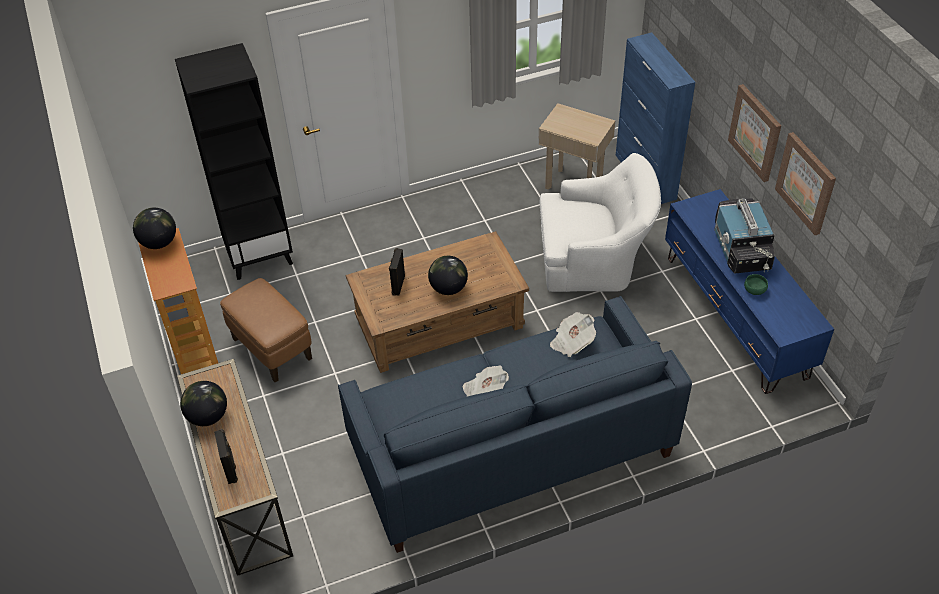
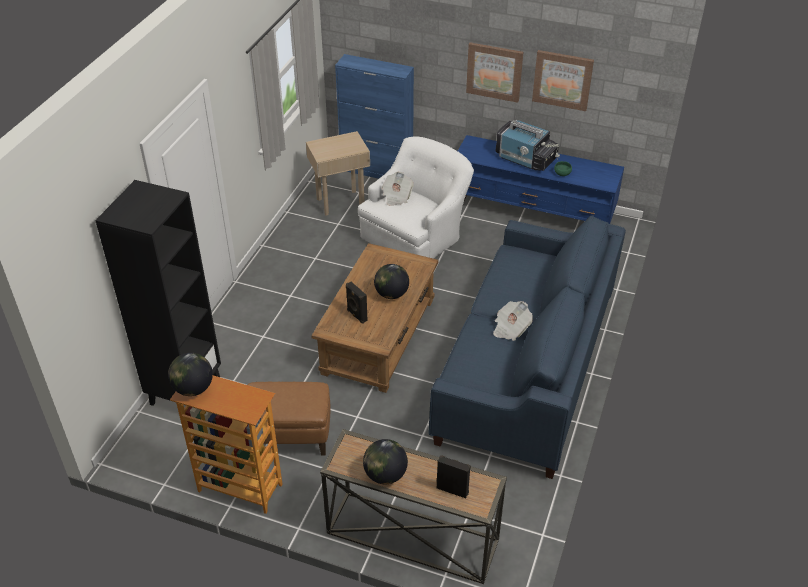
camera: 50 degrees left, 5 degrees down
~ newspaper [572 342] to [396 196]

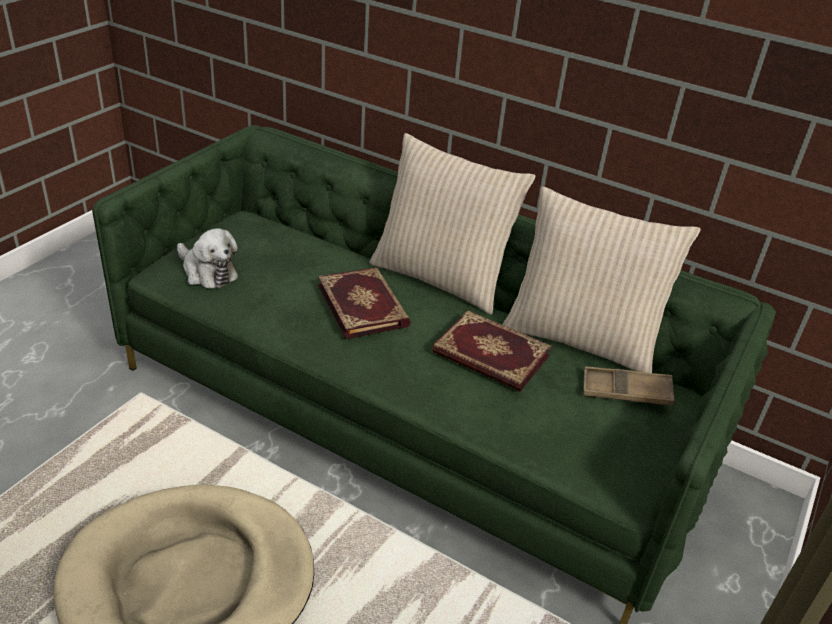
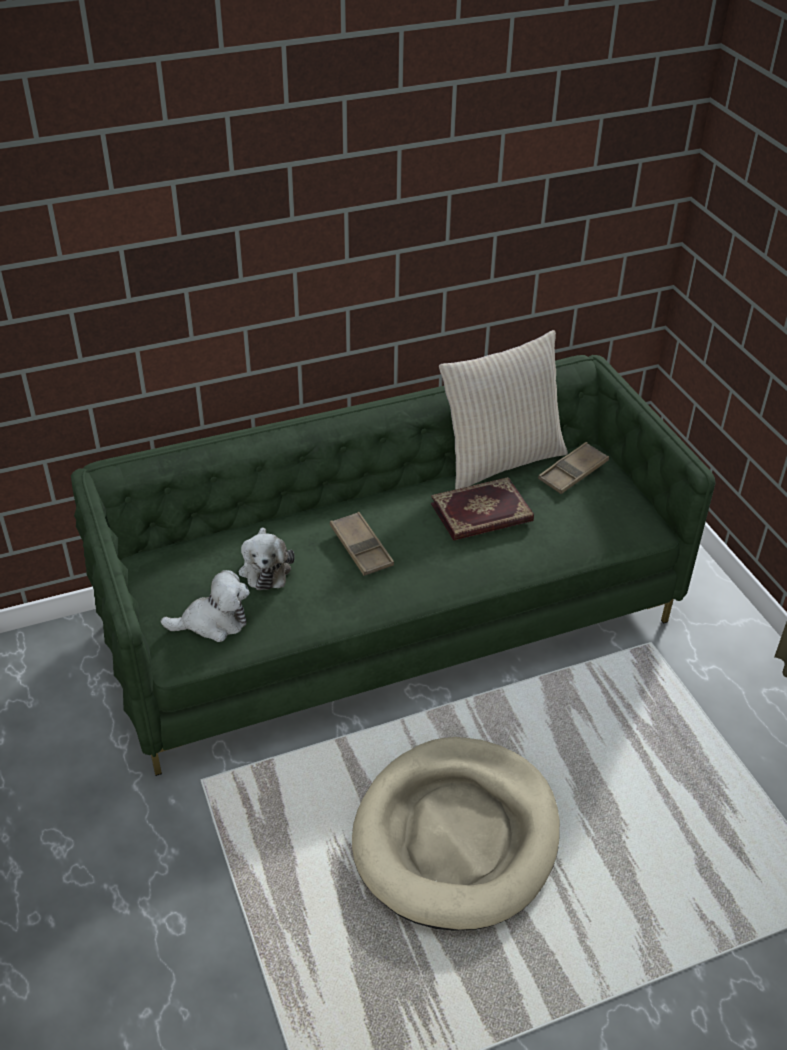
camera: 50 degrees left, 5 degrees up
~ bound book [364 305] to brownish tray [361 548]
- sand-coloured cushion [441 278]
+ soft toy [265 568]

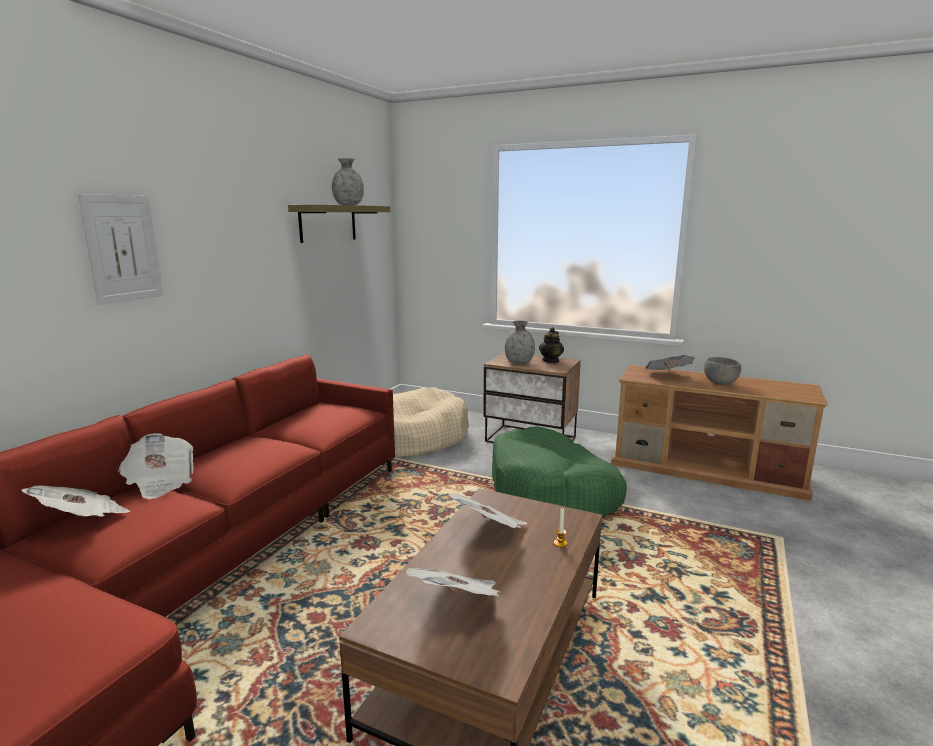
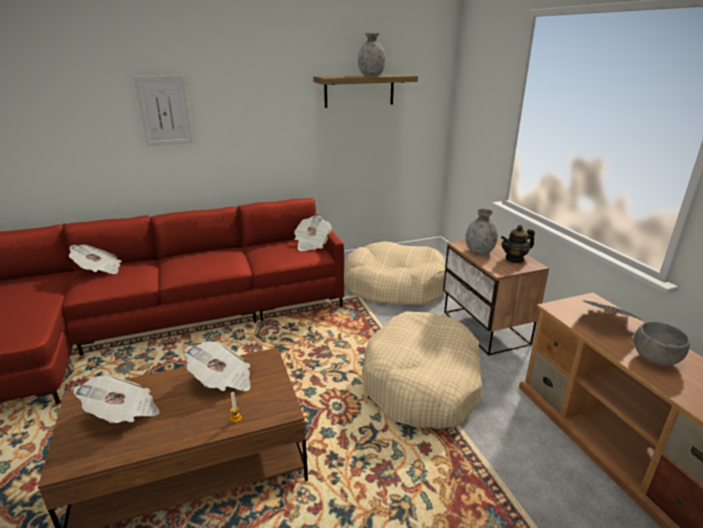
camera: 45 degrees right, 10 degrees up
~ newspaper [160 482] to [312 243]
~ green dog bed [552 491] to sand-coloured dog bed [422 382]

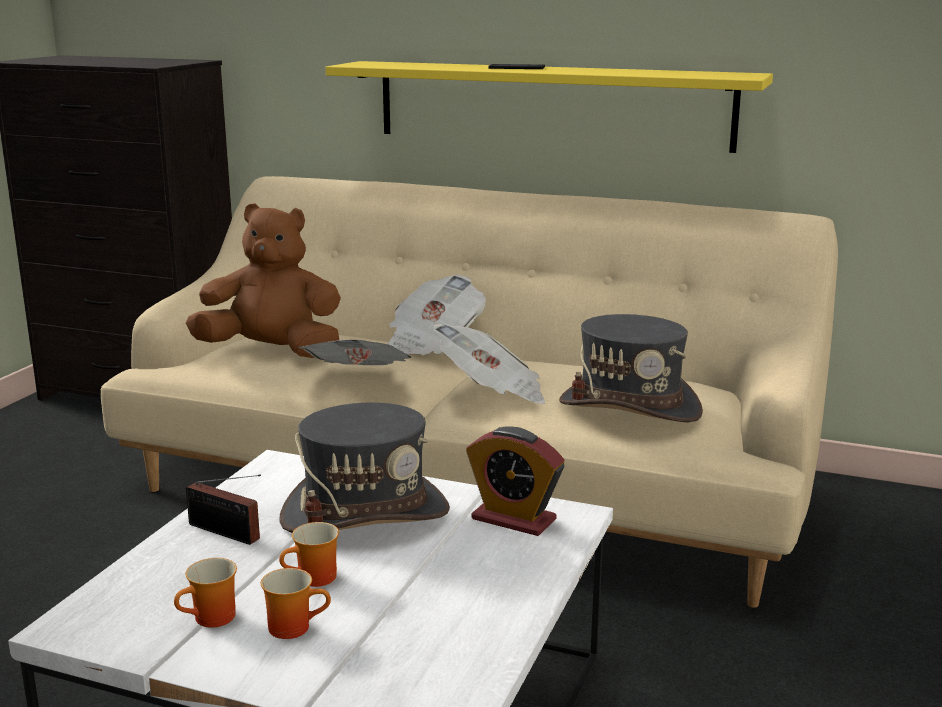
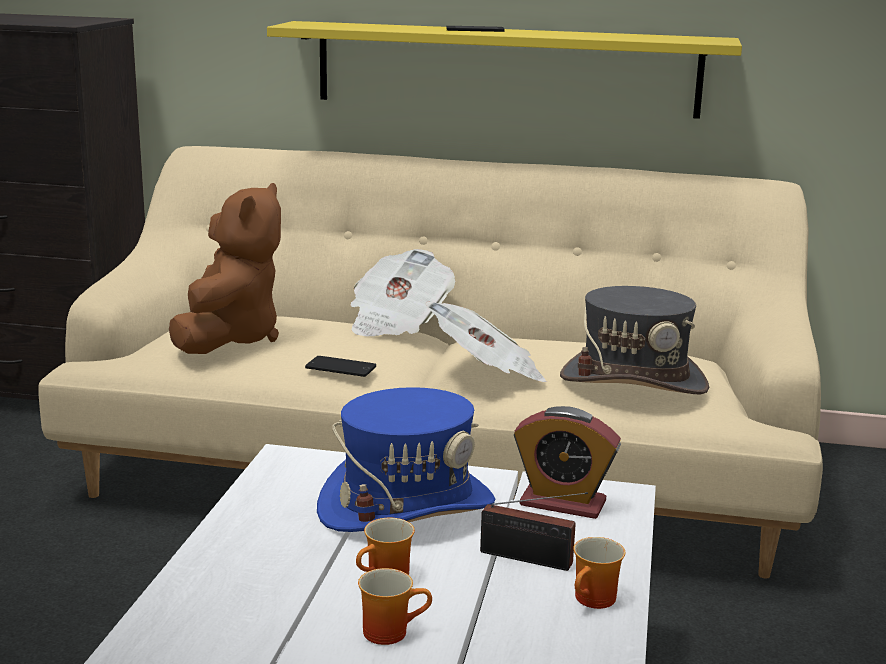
camera: 10 degrees left, 0 degrees up
~ mug [212 620] to [596 601]
~ brownish soft toy [272 352] = [230 338] 105 degrees clockwise
~ radio set [227 533] to [531 559]
~ grey hat [365 513] to blue hat [406 506]
~ newspaper [358 382] to telephone [340 367]

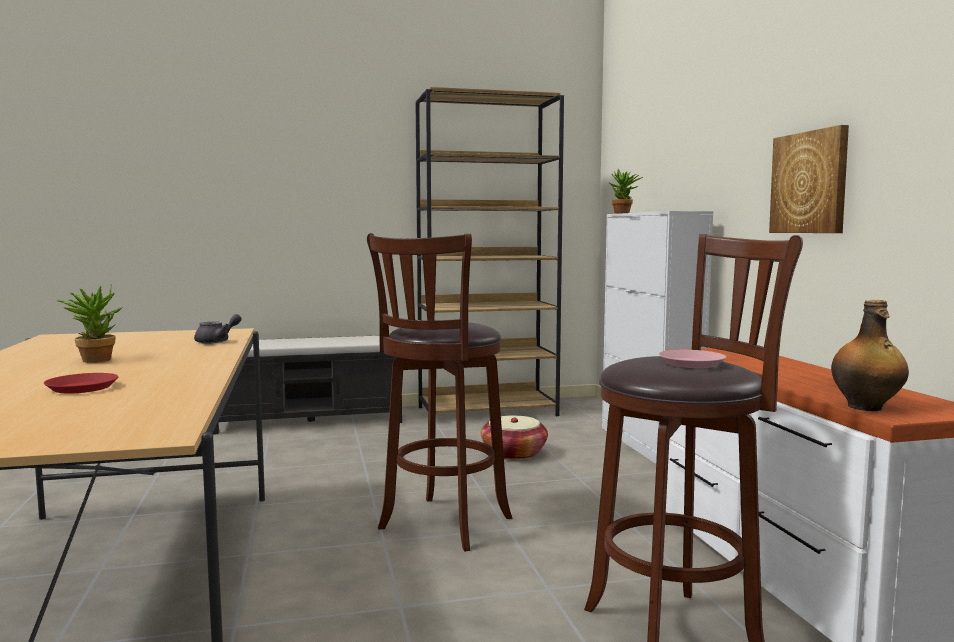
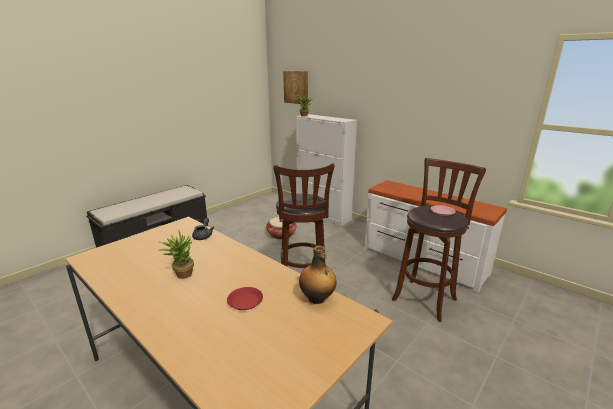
camera: 35 degrees left, 15 degrees up
- brownish bookcase [488 411]
~ wall picture [810 183] to [296 87]
~ drink bottle [866 407] to [317 299]

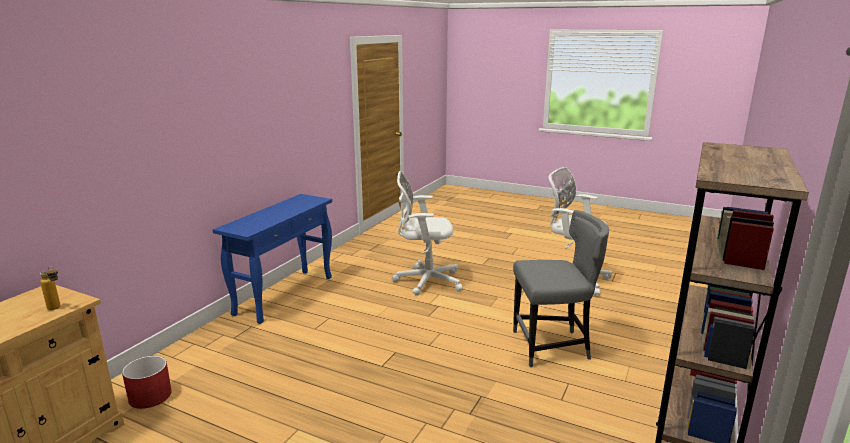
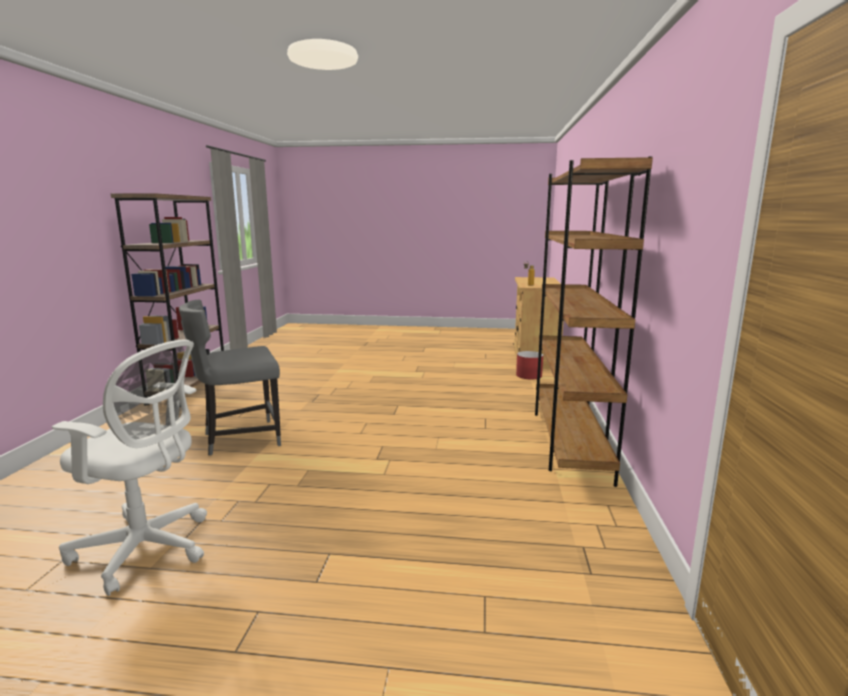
camera: 160 degrees right, 5 degrees down
~ blue narrow table [285 295] to brownish bookcase [569 441]
- white-coloured computer chair [425 281]

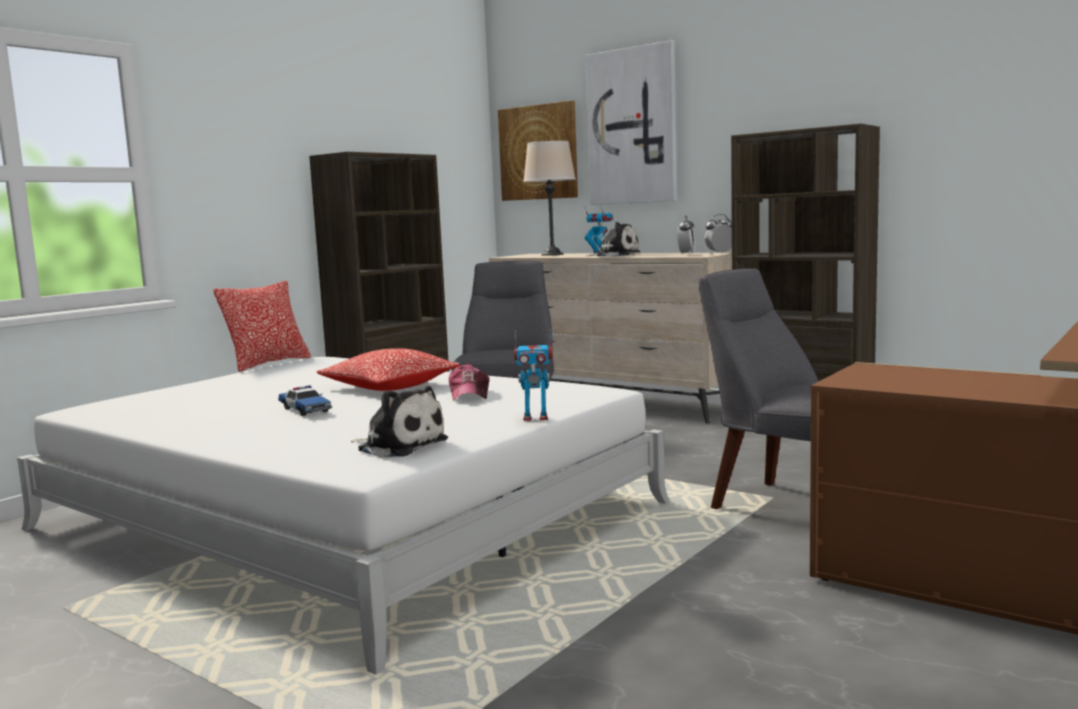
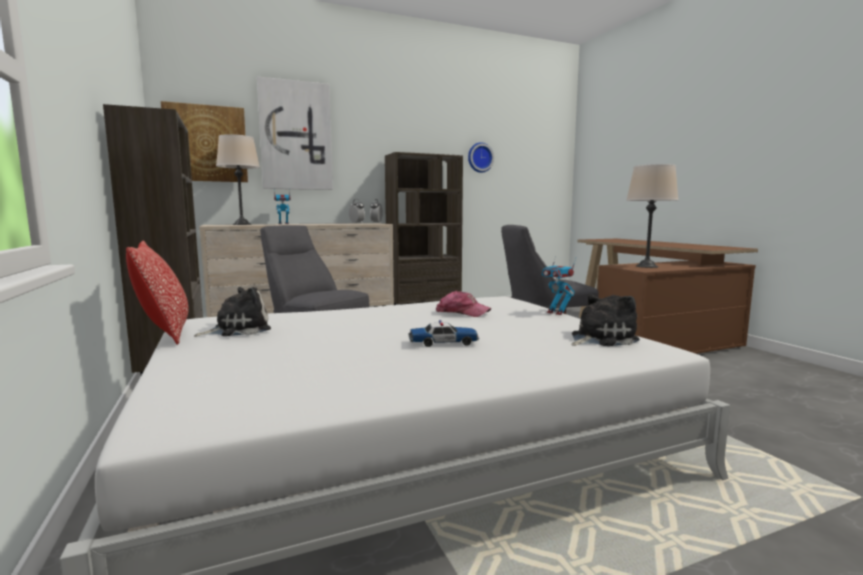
camera: 60 degrees left, 0 degrees up
- cushion [389 387]
~ model robot [535 417] = [557 312] 105 degrees clockwise
~ soft toy [615 255] to [238 329]
+ wall clock [479 157]
+ sand-coloured table lamp [647 266]

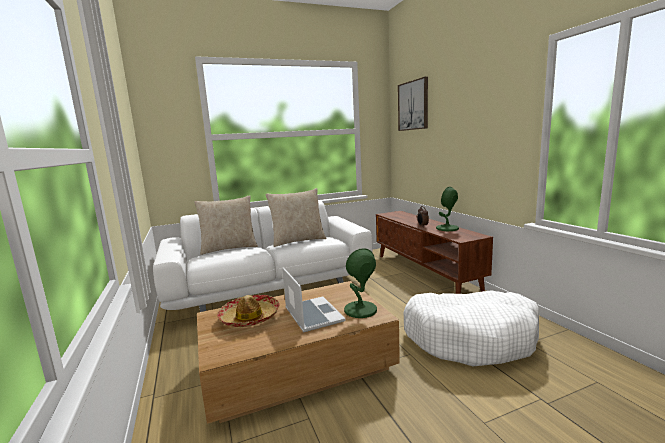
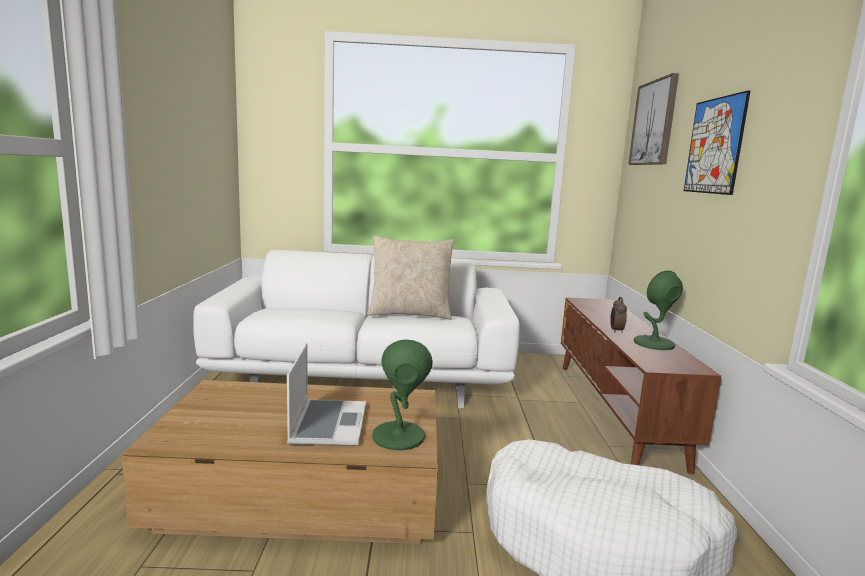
camera: 20 degrees right, 0 degrees up
- sand-coloured cushion [229 248]
- hat [249 317]
+ wall picture [714 146]

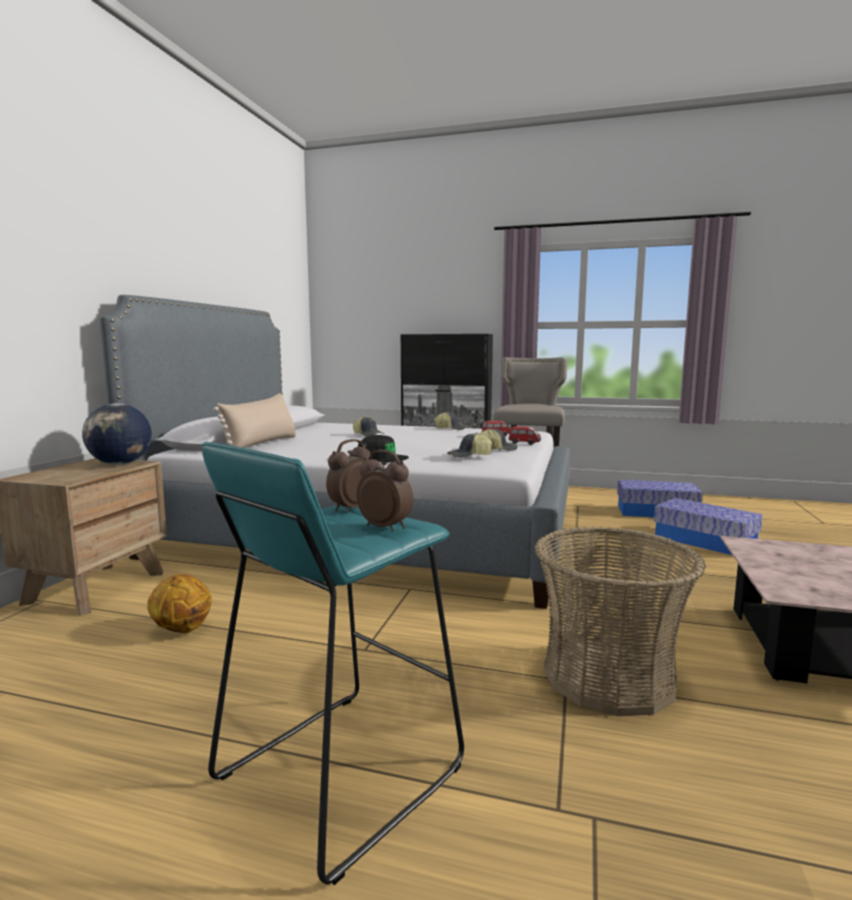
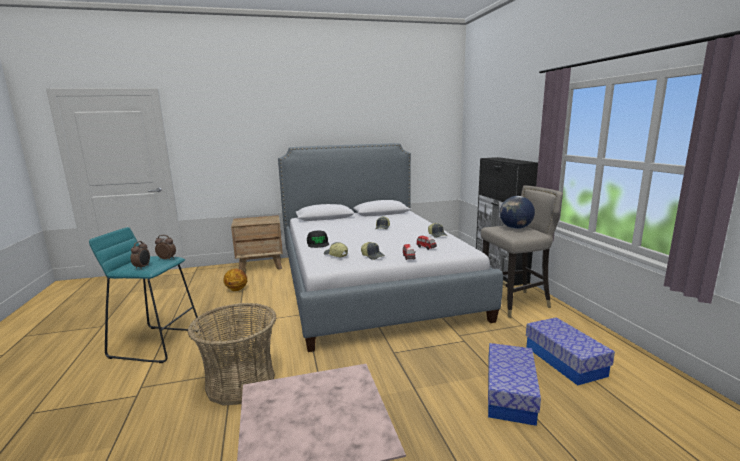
camera: 60 degrees right, 5 degrees up
~ globe [120 464] to [515 228]
- sand-coloured cushion [262 444]

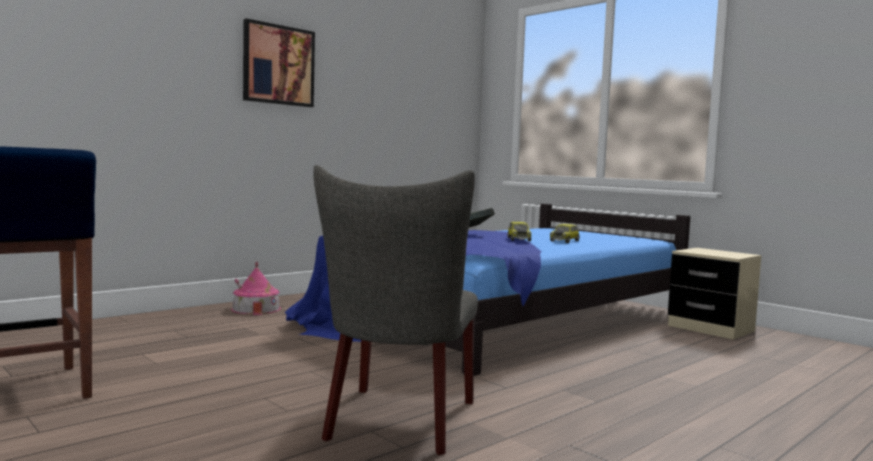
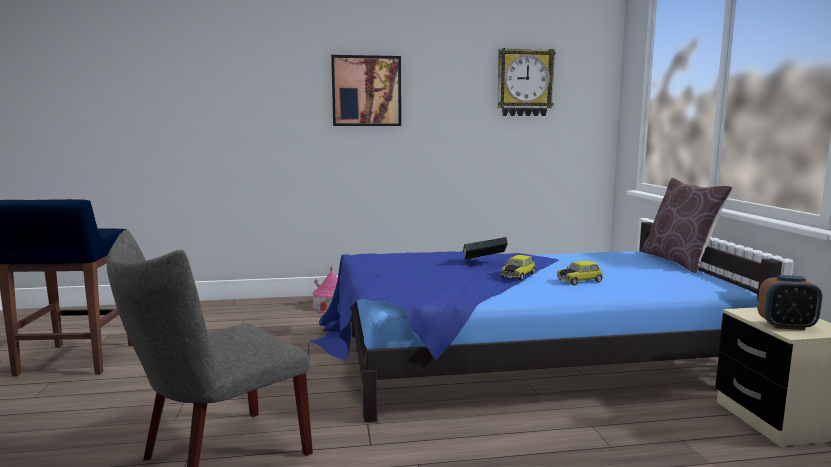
camera: 35 degrees right, 5 degrees up
+ wall clock [524 83]
+ brownish cushion [679 261]
+ bedside clock [786 326]

